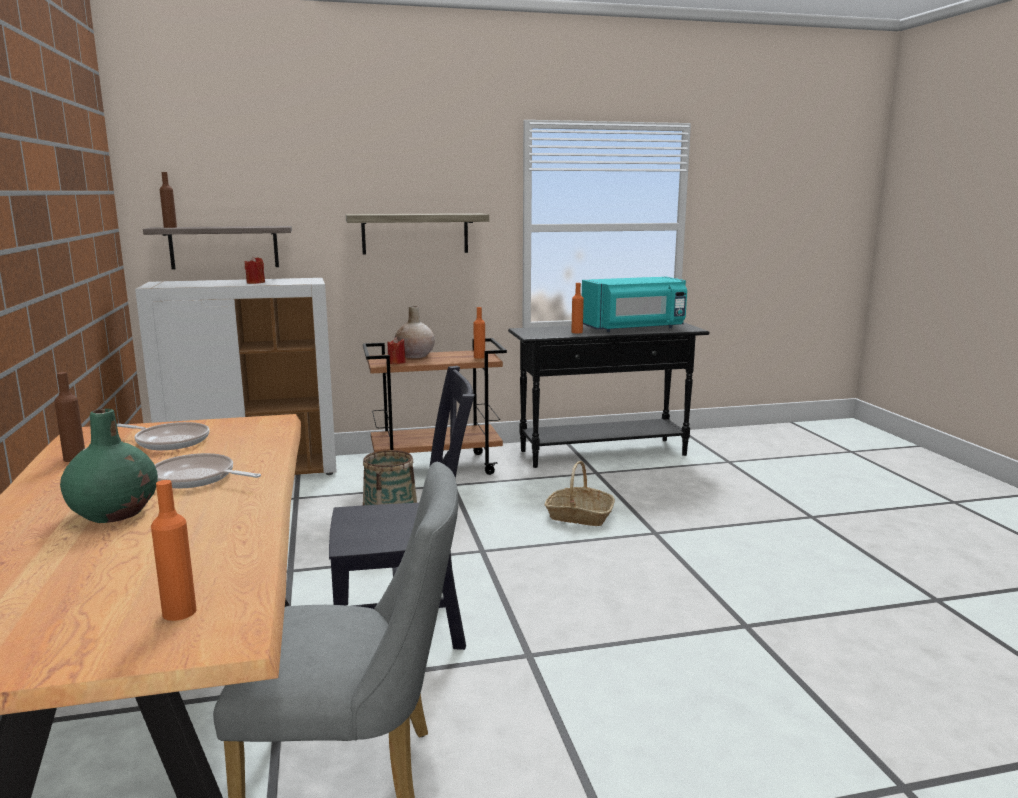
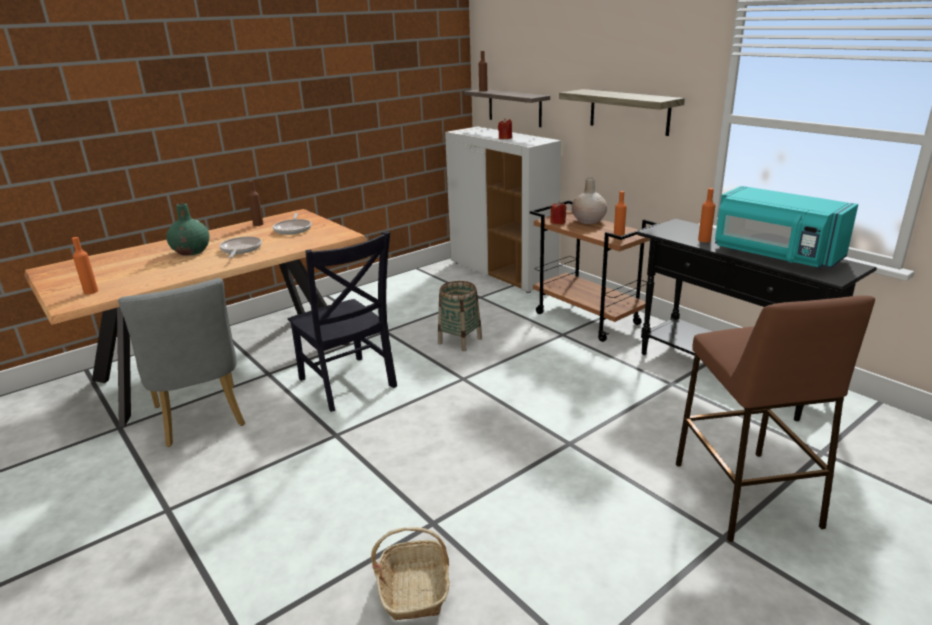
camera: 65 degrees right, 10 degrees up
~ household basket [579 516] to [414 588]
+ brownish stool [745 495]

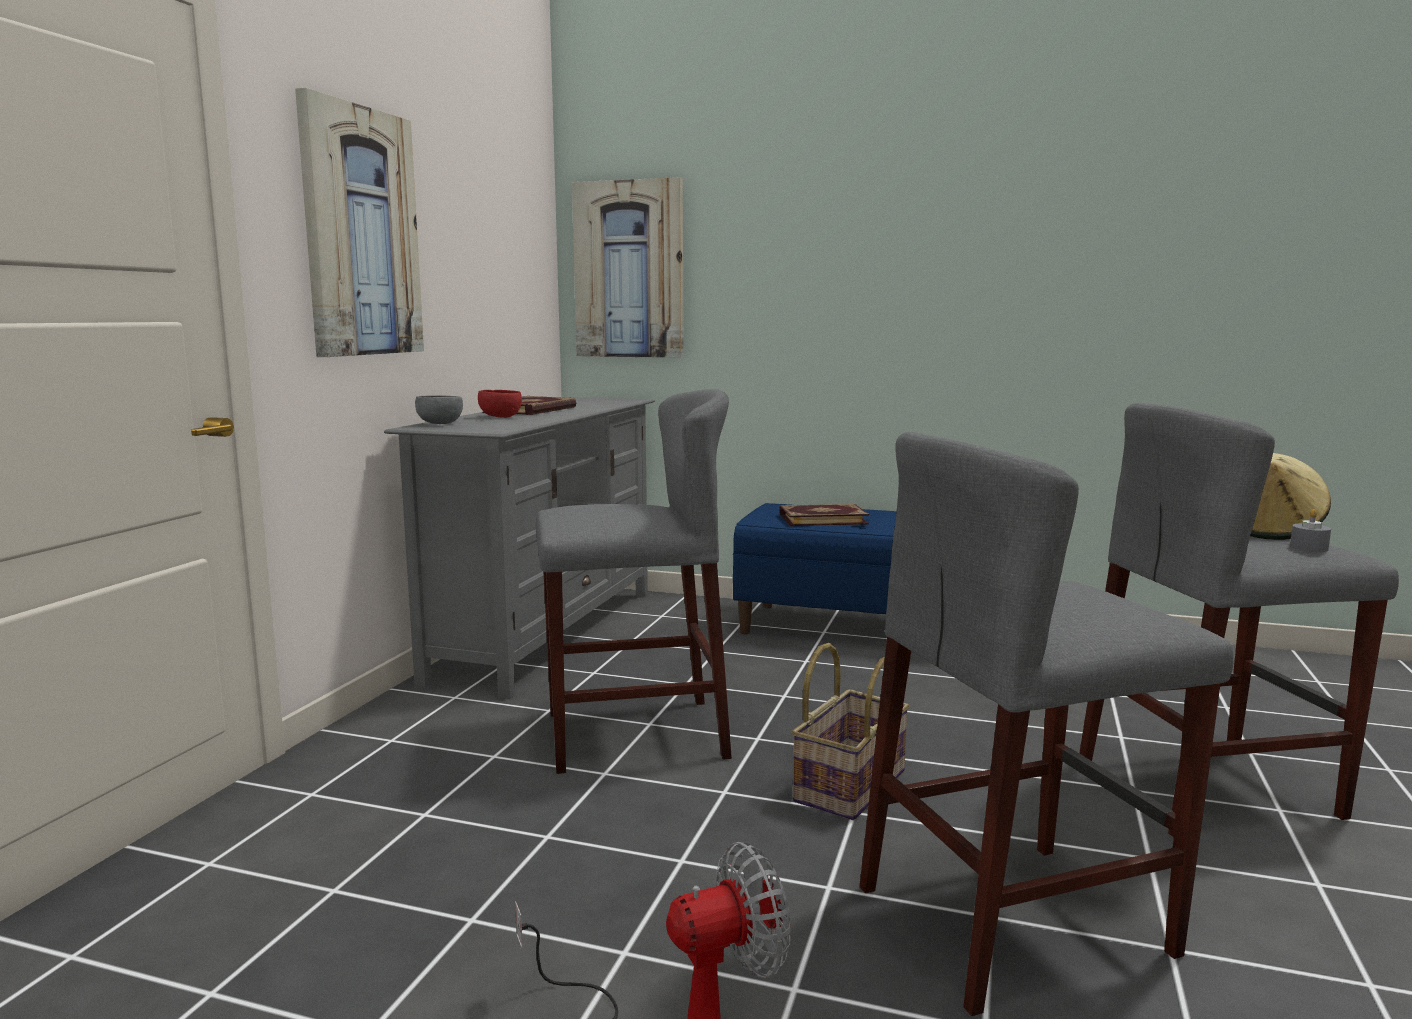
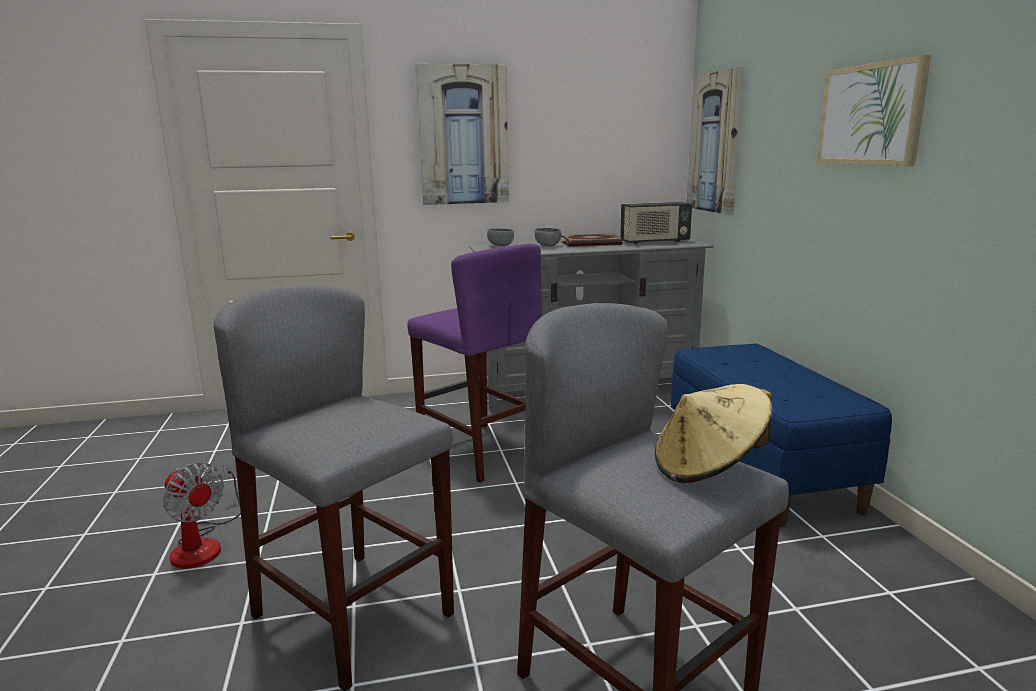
camera: 60 degrees right, 5 degrees up
~ reddish serving bowl [501 417] to grey serving bowl [548 246]
~ grey stool [634 734] to purplish stool [482 450]
- bound book [822 519]
- household basket [848 785]
- grey candle [1309 548]
+ radio set [654 242]
+ wall picture [871 115]

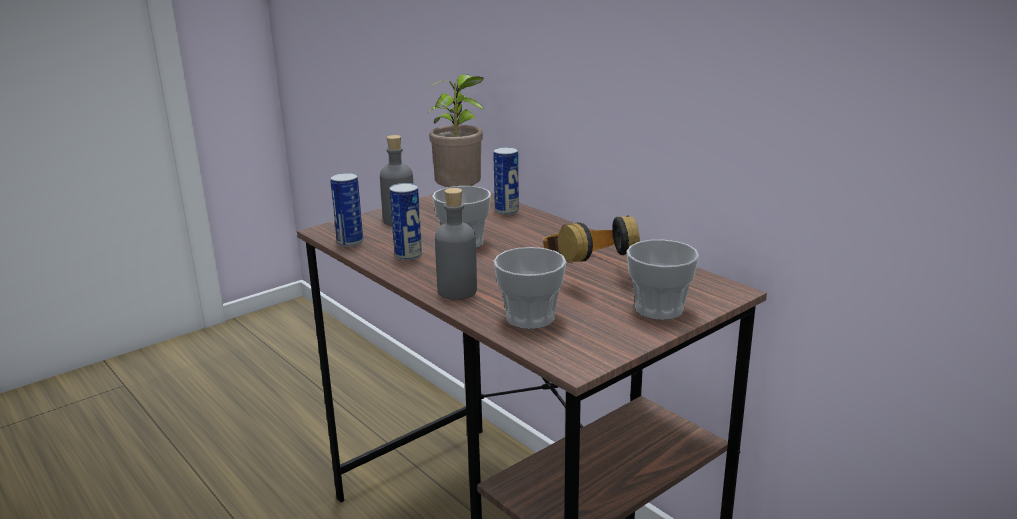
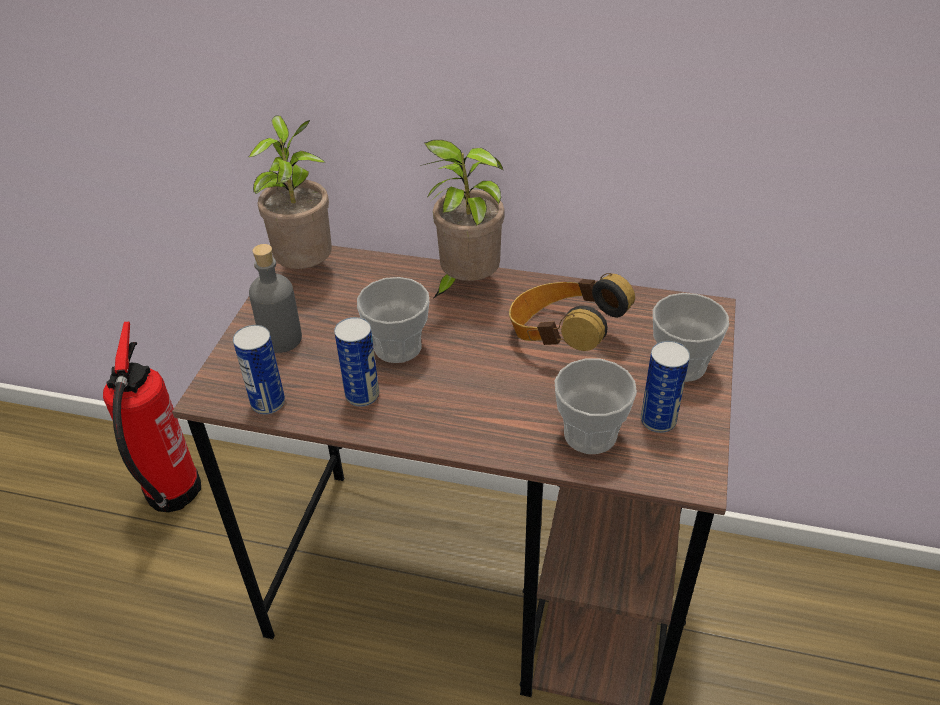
camera: 35 degrees left, 20 degrees up
- grey drink bottle [457 291]
~ sealed can [506 211] to [658 421]
+ fire extinguisher [171 495]
+ potted plant [466 284]

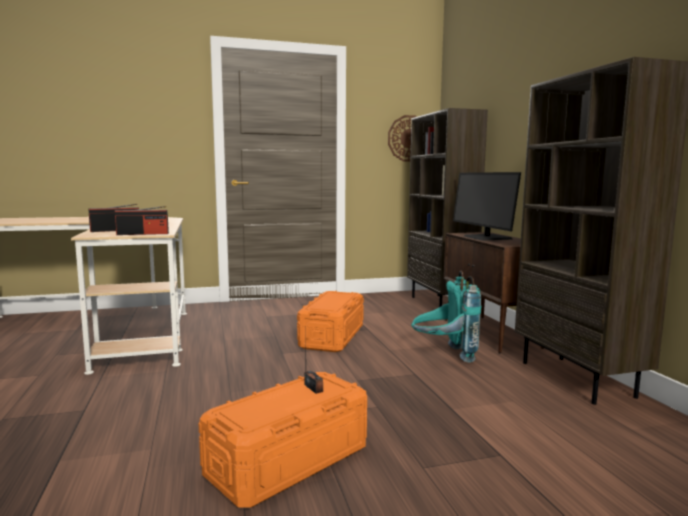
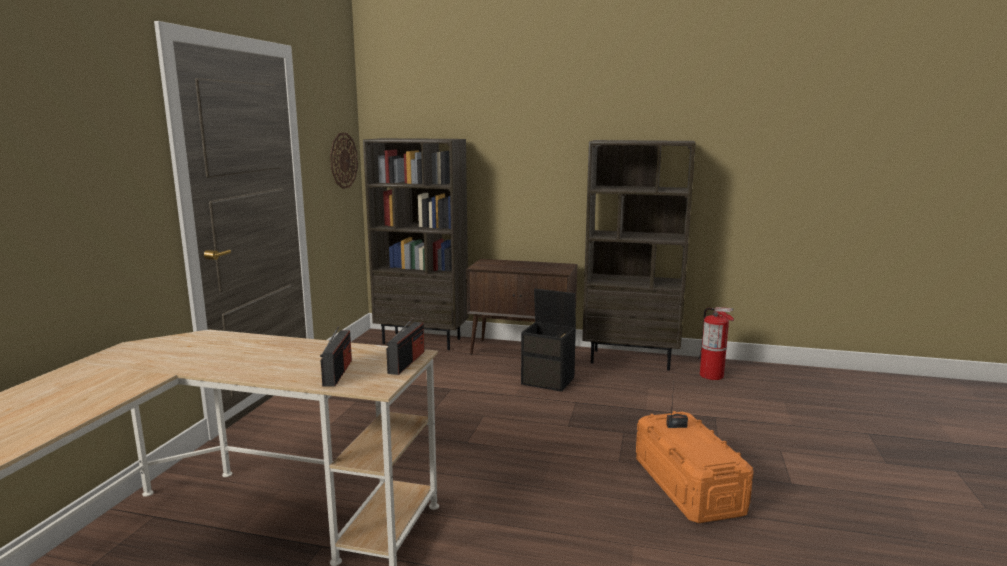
camera: 60 degrees left, 5 degrees up
- orange storage box [332 336]
~ turquoise-coloured backpack [443 355] to black storage box [549 381]
- computer display [486 237]
+ fire extinguisher [712 375]

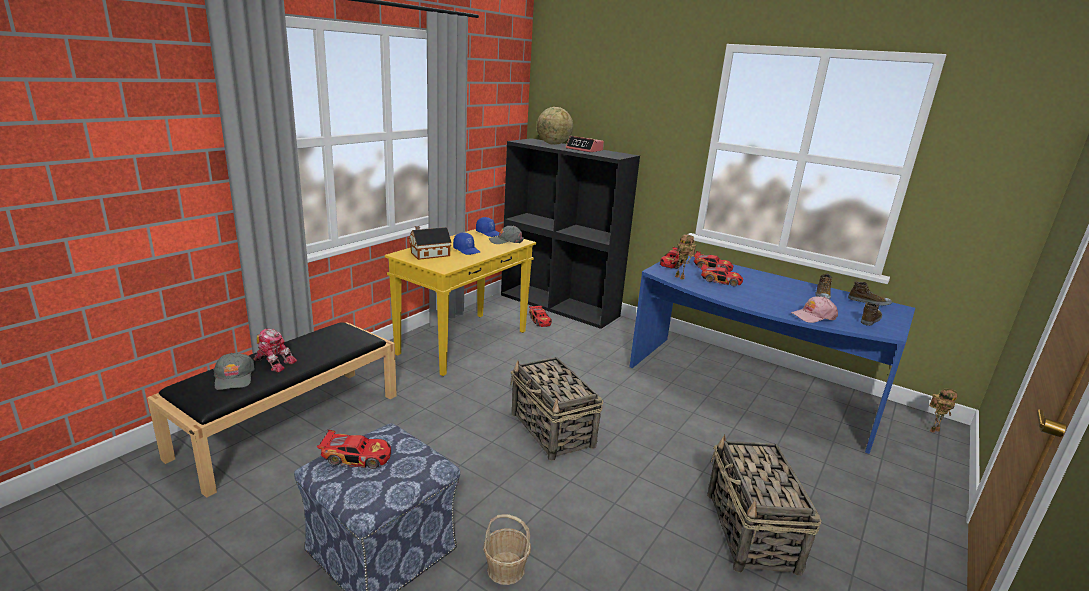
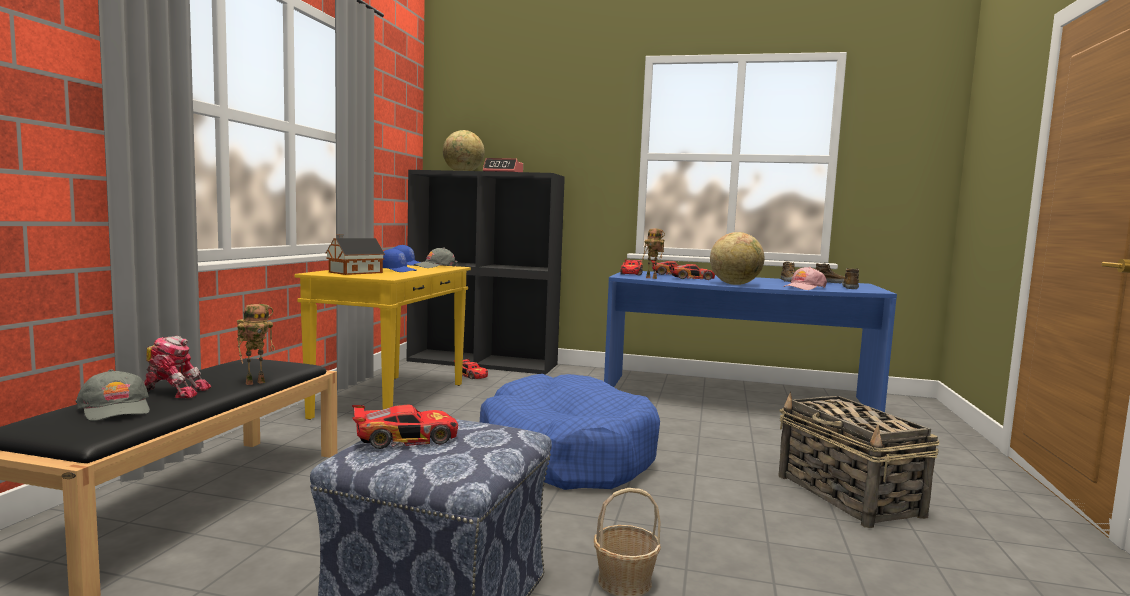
camera: 20 degrees left, 15 degrees down
~ household basket [552 430] to blue dog bed [566 454]
~ model robot [934 430] to [256 382]
+ globe [735 284]

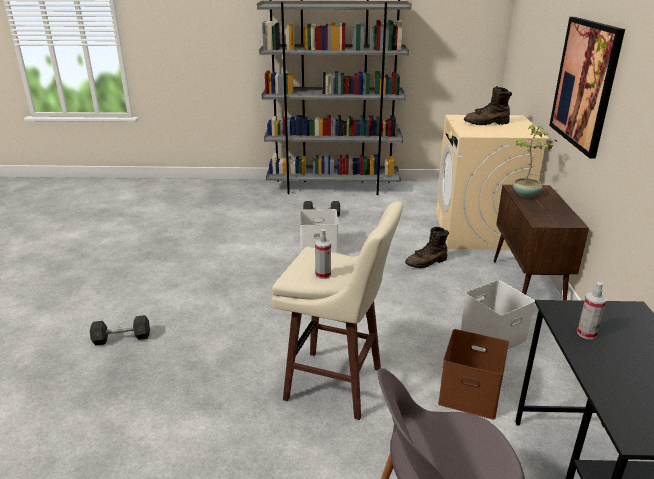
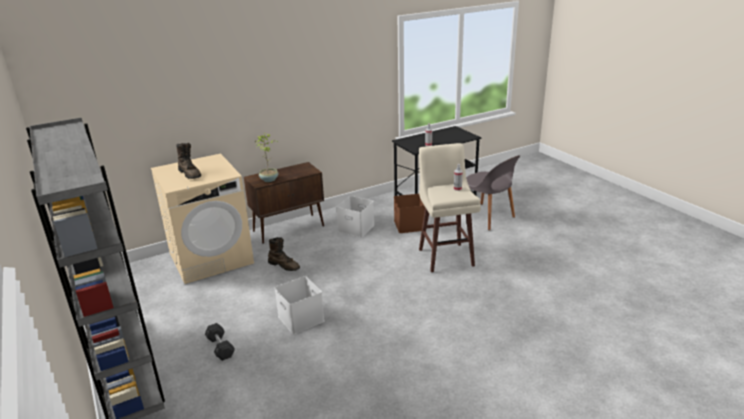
camera: 120 degrees left, 0 degrees up
- grey free weight [122 338]
- wall picture [584 84]

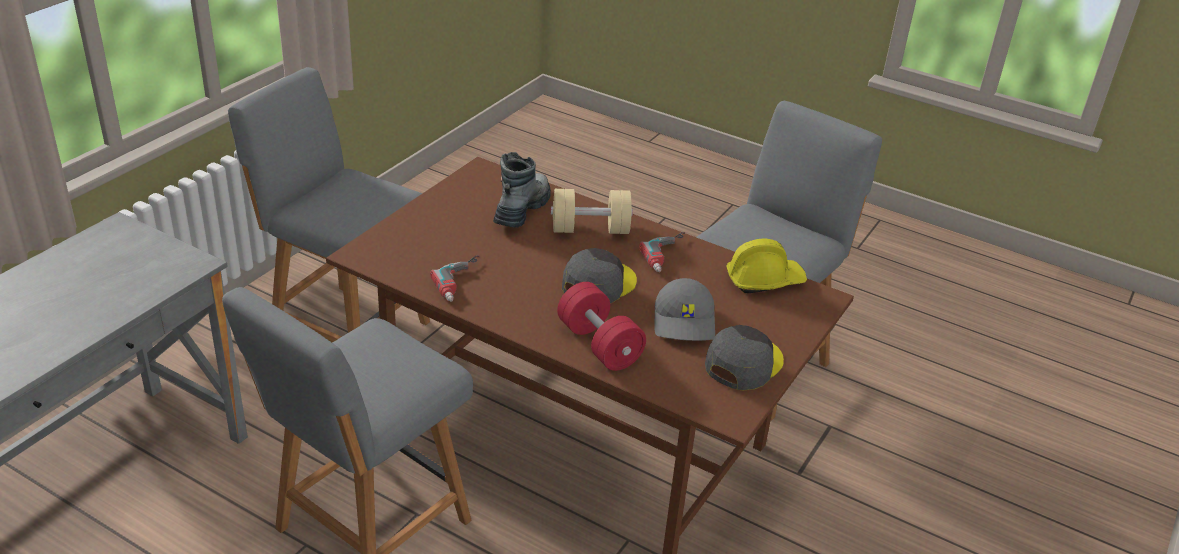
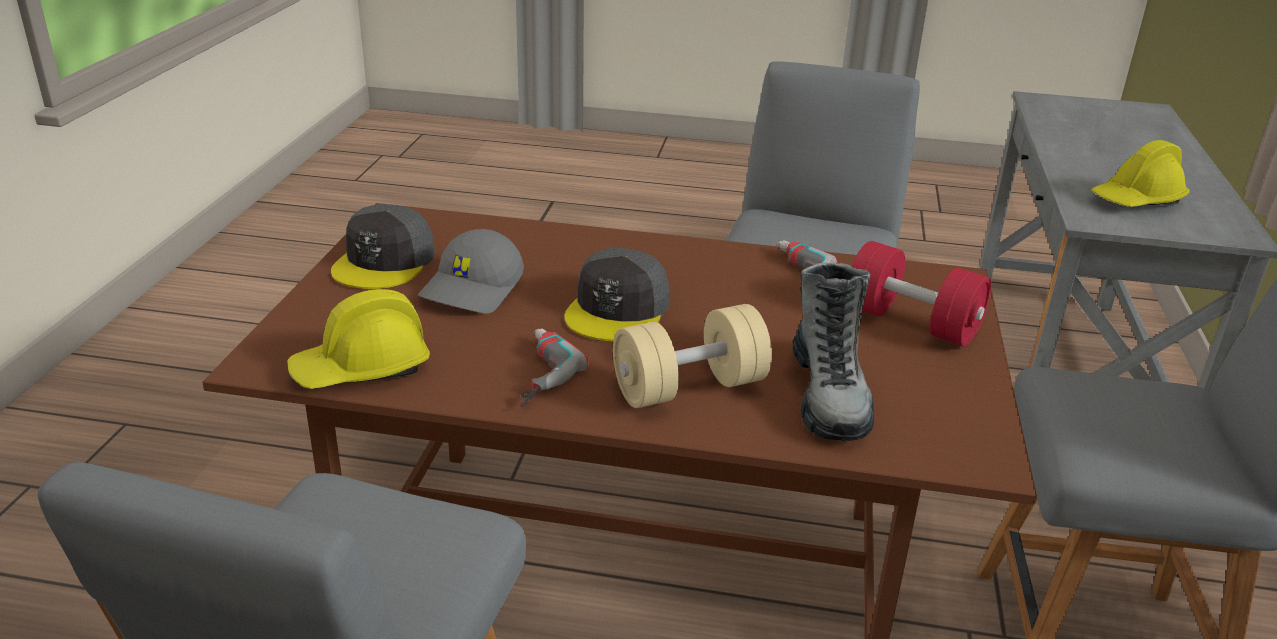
camera: 160 degrees right, 5 degrees down
~ reddish free weight [599 345] to [911 323]
~ grey peaked cap [685 322] = [473 289] 135 degrees counterclockwise
+ yellowish work helmet [1137 200]

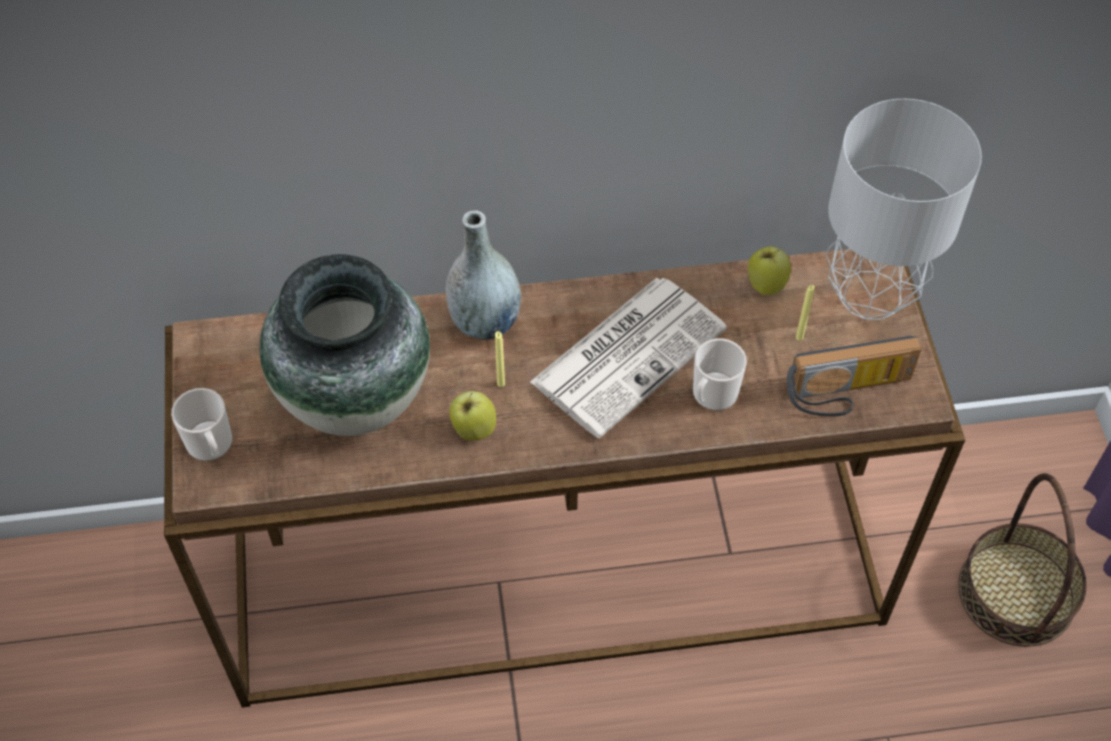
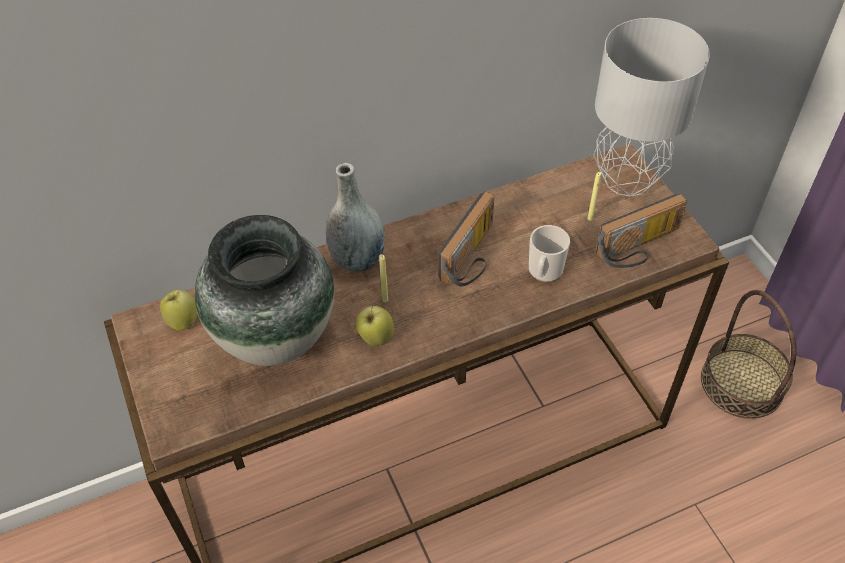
camera: 15 degrees left, 5 degrees down
- mug [211 446]
~ newspaper [629 353] to radio set [473 257]
~ apple fruit [766 284] to [183 321]

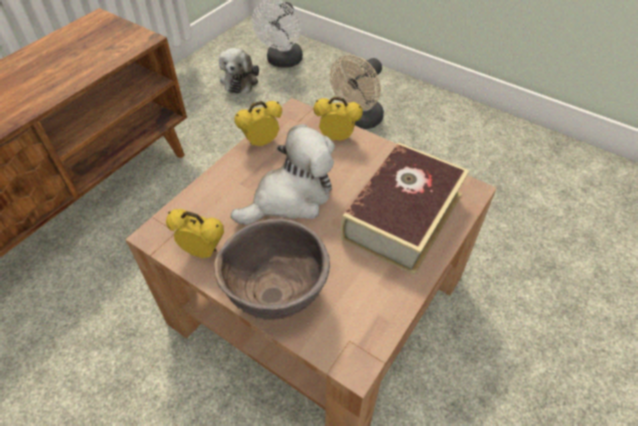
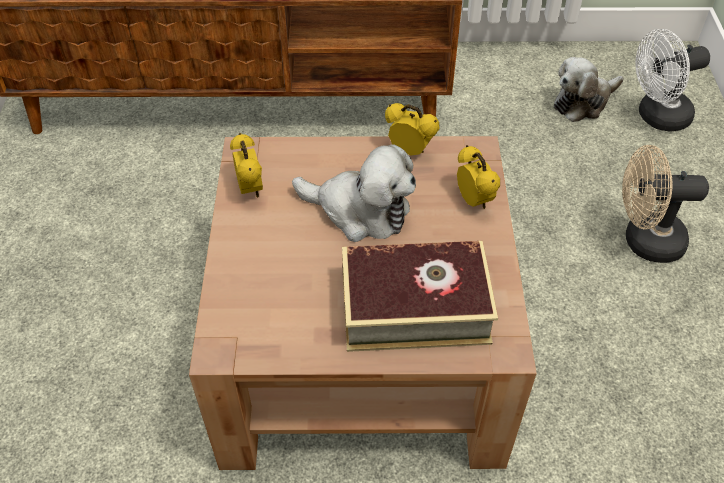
camera: 55 degrees right, 0 degrees up
- brownish serving bowl [277 294]

